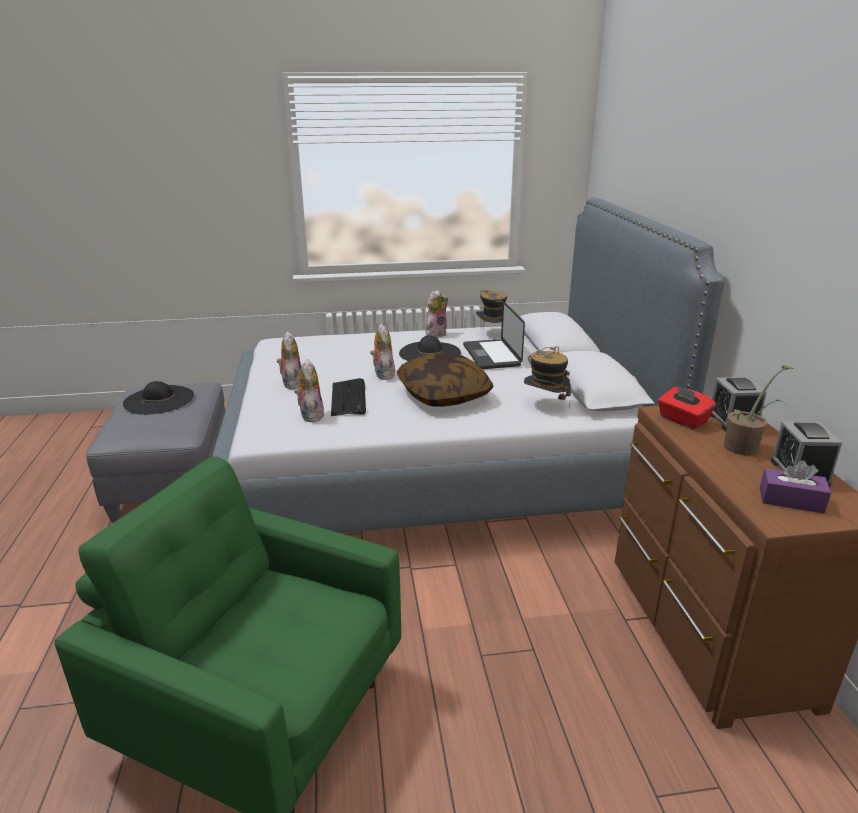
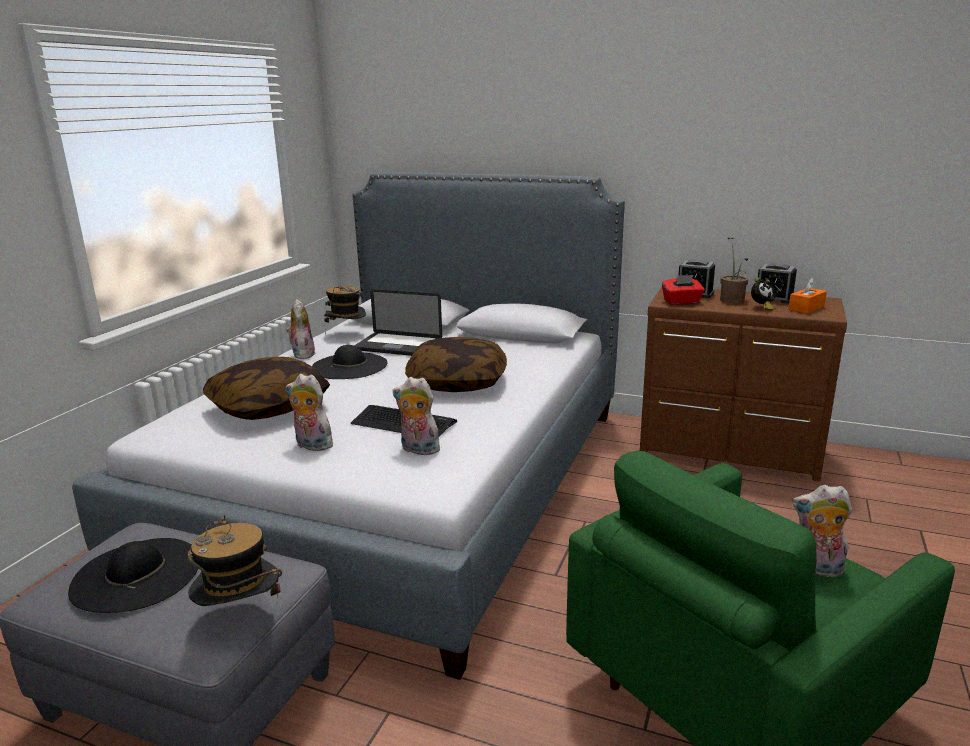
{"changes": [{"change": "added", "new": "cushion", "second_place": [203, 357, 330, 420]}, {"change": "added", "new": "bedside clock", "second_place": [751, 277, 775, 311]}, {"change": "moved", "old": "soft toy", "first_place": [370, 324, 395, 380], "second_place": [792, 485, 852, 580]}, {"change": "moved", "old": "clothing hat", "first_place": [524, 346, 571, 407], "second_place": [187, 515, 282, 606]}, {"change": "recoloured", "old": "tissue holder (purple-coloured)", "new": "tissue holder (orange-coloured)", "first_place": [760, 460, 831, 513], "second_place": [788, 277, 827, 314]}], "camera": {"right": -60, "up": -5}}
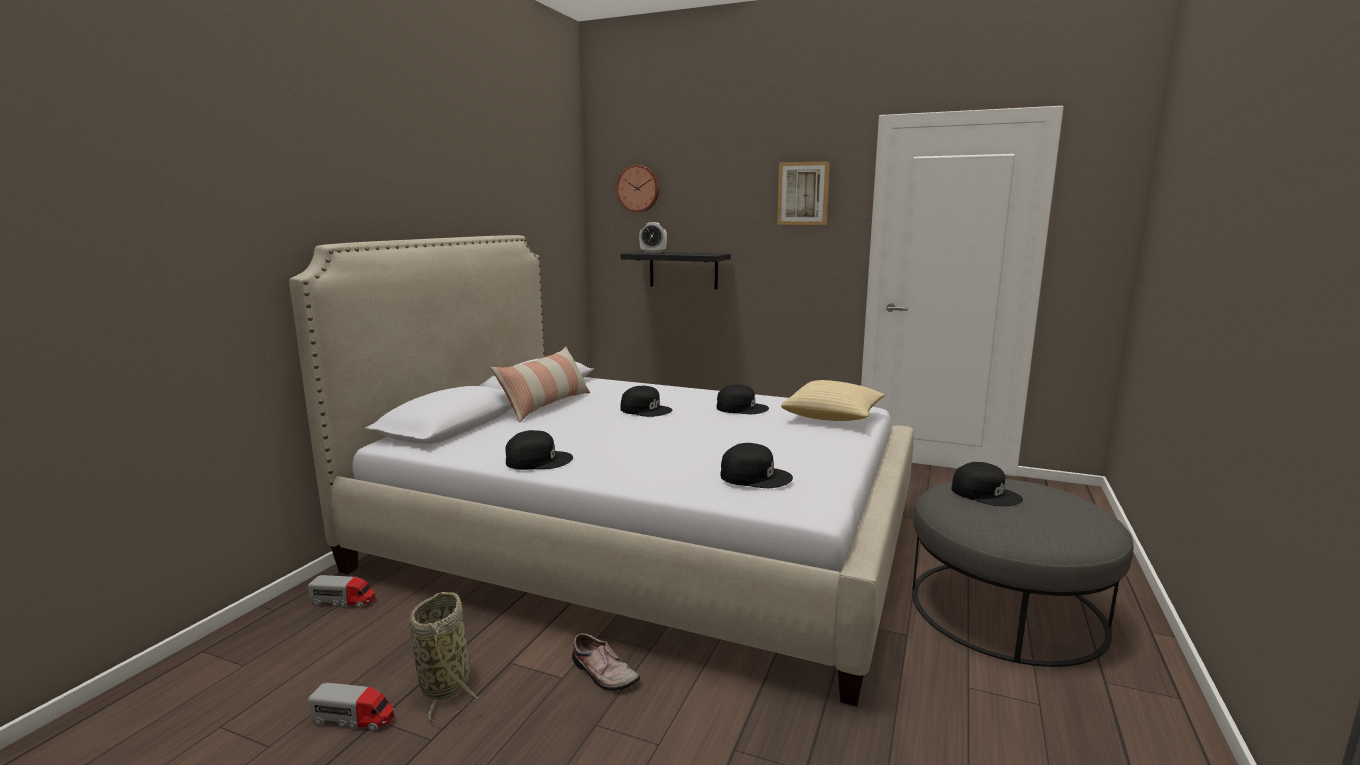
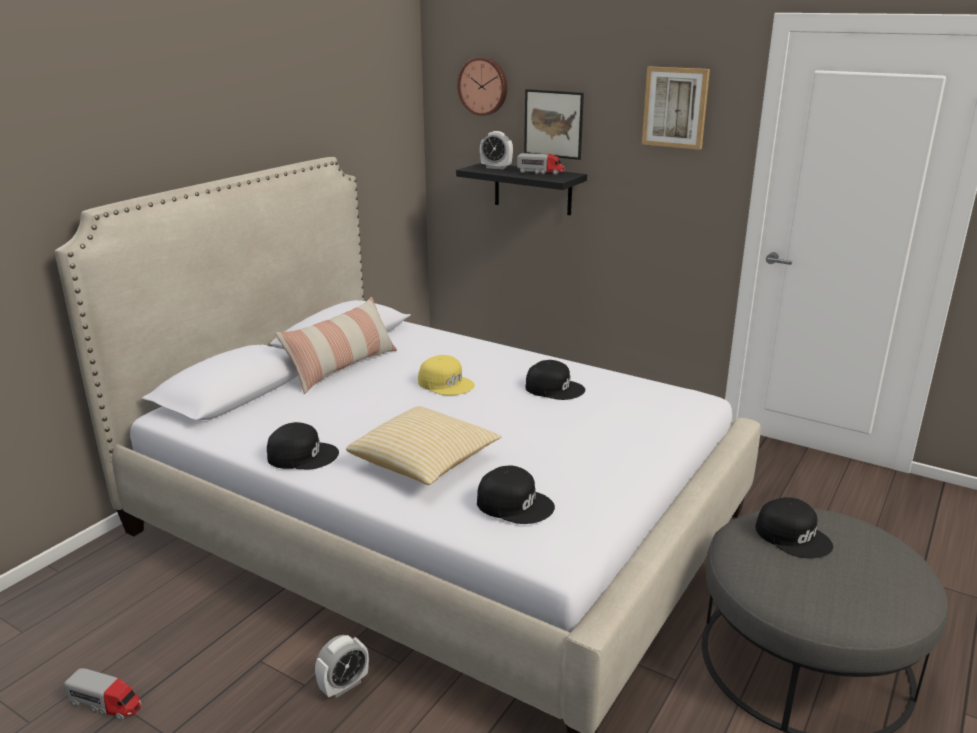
{"changes": [{"change": "removed", "old": "storage basket", "first_place": [409, 592, 479, 722]}, {"change": "added", "new": "picture", "second_place": [524, 89, 584, 160]}, {"change": "moved", "old": "model truck", "first_place": [308, 575, 376, 608], "second_place": [517, 153, 564, 175]}, {"change": "moved", "old": "cushion", "first_place": [781, 380, 885, 421], "second_place": [346, 406, 501, 485]}, {"change": "replaced", "old": "low shoe", "new": "bedside clock", "first_place": [572, 633, 640, 691], "second_place": [315, 635, 369, 698]}, {"change": "recoloured", "old": "baseball cap (black-coloured)", "new": "baseball cap (yellow-coloured)", "first_place": [620, 386, 672, 417], "second_place": [418, 355, 475, 396]}], "camera": {"right": 10, "up": 10}}
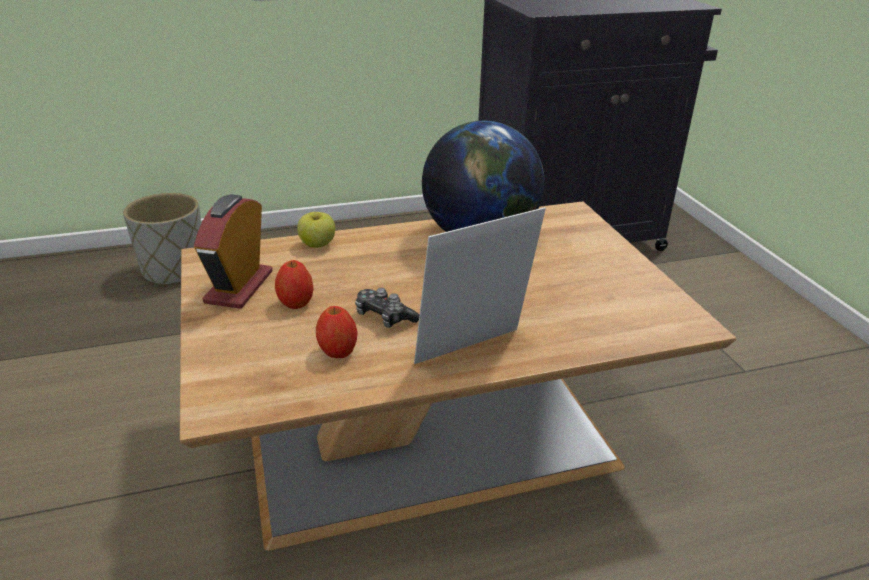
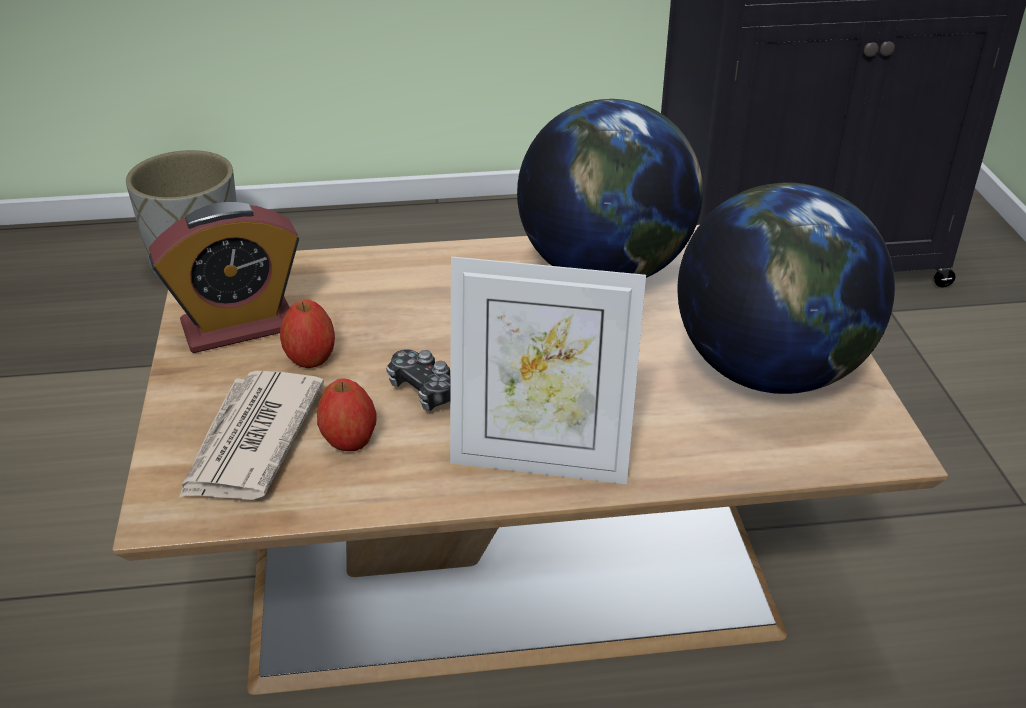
{"changes": [{"change": "removed", "old": "apple", "first_place": [297, 212, 335, 248]}, {"change": "added", "new": "daily paper", "second_place": [178, 371, 324, 500]}, {"change": "added", "new": "world globe", "second_place": [677, 183, 895, 394]}, {"change": "turned", "old": "bedside clock", "first_place": [194, 194, 273, 309], "second_place": [149, 202, 299, 353], "degrees": -135}, {"change": "turned", "old": "picture frame", "first_place": [414, 207, 546, 364], "second_place": [450, 256, 646, 484], "degrees": -150}], "camera": {"right": 10, "up": 5}}
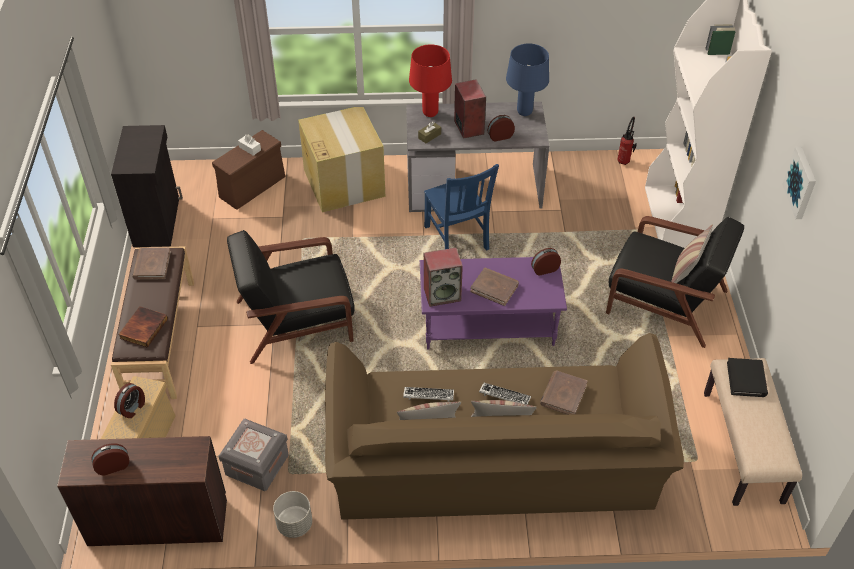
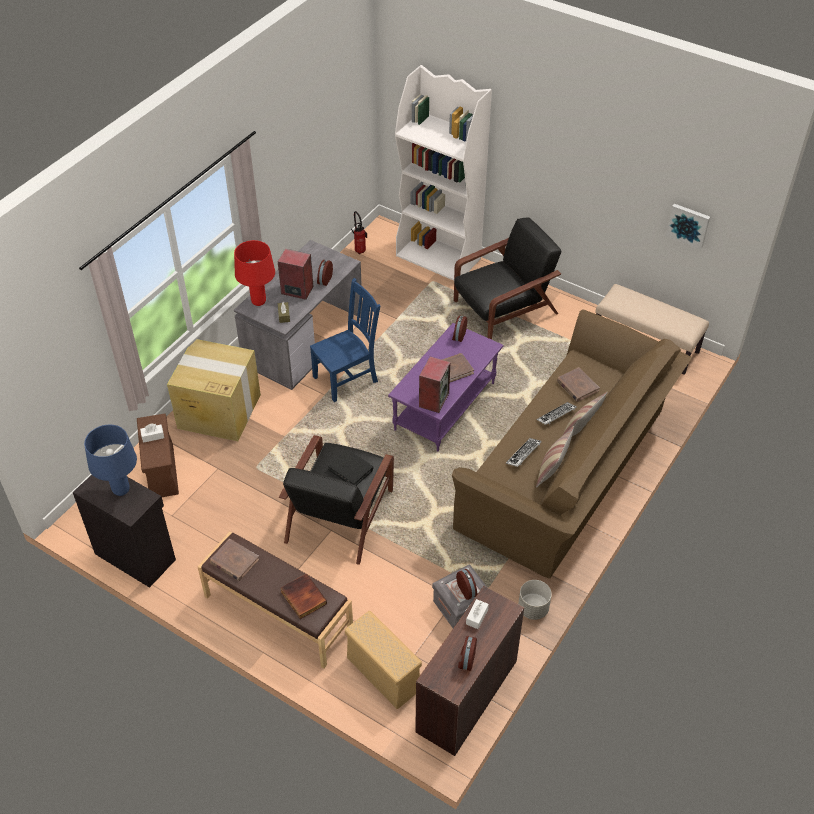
{"changes": [{"change": "removed", "old": "cushion", "first_place": [671, 224, 713, 283]}, {"change": "added", "new": "tissue holder (white)", "second_place": [466, 599, 489, 629]}, {"change": "moved", "old": "bedside clock", "first_place": [114, 383, 145, 418], "second_place": [456, 569, 478, 600]}, {"change": "moved", "old": "table lamp (blue)", "first_place": [506, 44, 549, 116], "second_place": [84, 425, 137, 496]}, {"change": "moved", "old": "bound book (black-coloured)", "first_place": [727, 358, 768, 397], "second_place": [328, 449, 373, 486]}, {"change": "moved", "old": "picture", "first_place": [782, 146, 816, 219], "second_place": [666, 204, 710, 249]}, {"change": "turned", "old": "upright chair (blue)", "first_place": [424, 164, 499, 250], "second_place": [310, 278, 380, 402], "degrees": -45}], "camera": {"right": -55, "up": 0}}
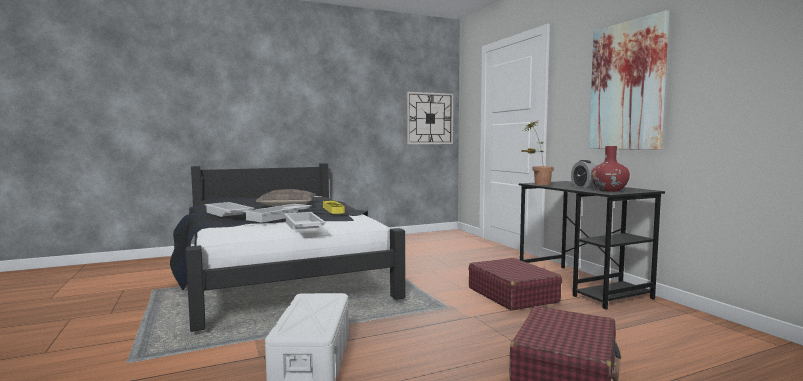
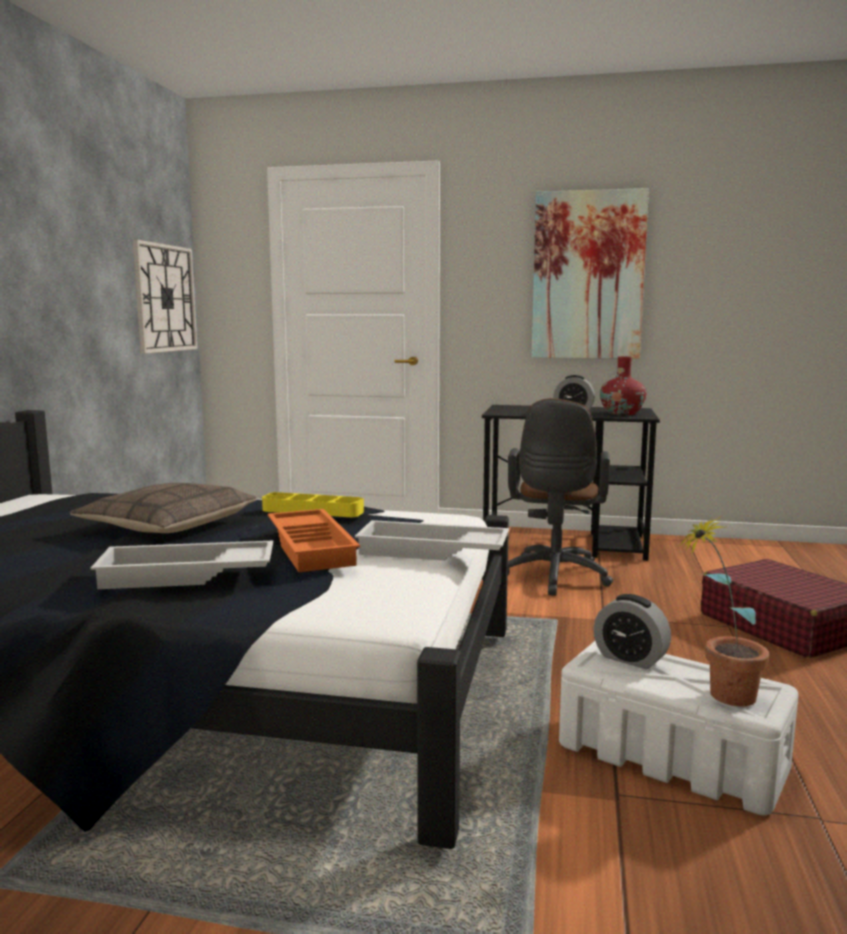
{"changes": [{"change": "added", "new": "bedside clock", "second_place": [593, 594, 671, 669]}, {"change": "moved", "old": "houseplant", "first_place": [526, 121, 554, 185], "second_place": [677, 516, 769, 706]}, {"change": "replaced", "old": "suitcase (reddish)", "new": "computer chair (brown-coloured)", "first_place": [468, 258, 562, 311], "second_place": [508, 398, 613, 596]}, {"change": "recoloured", "old": "carrying tray (white)", "new": "carrying tray (orange-coloured)", "first_place": [244, 204, 312, 223], "second_place": [268, 509, 360, 572]}], "camera": {"right": -55, "up": 5}}
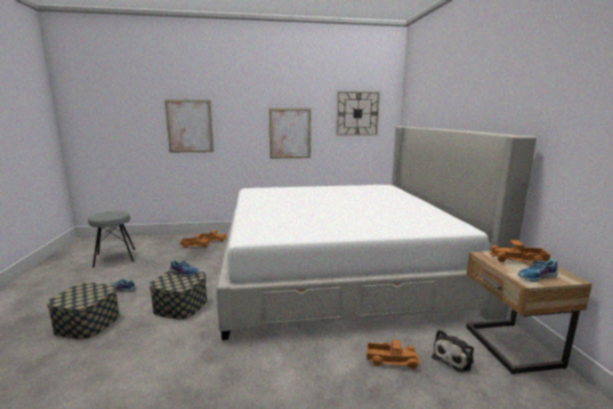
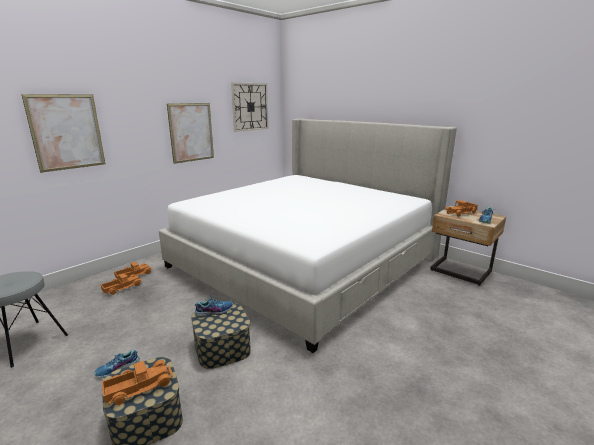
{"changes": [{"change": "removed", "old": "soft toy", "first_place": [432, 329, 474, 373]}, {"change": "moved", "old": "model truck", "first_place": [367, 340, 420, 369], "second_place": [102, 360, 173, 405]}], "camera": {"right": -40, "up": 5}}
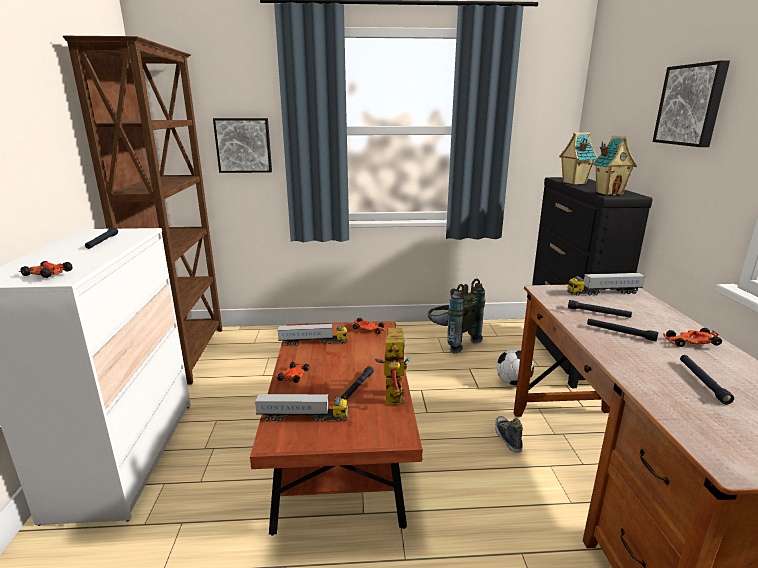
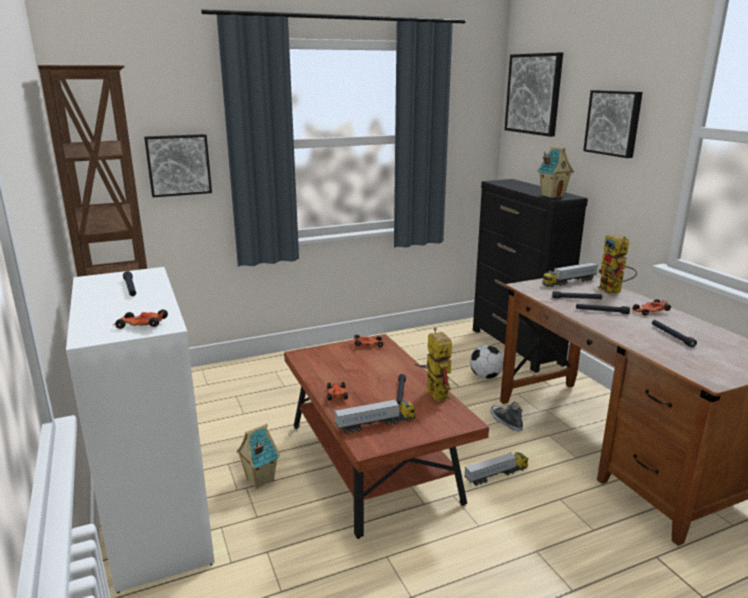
{"changes": [{"change": "removed", "old": "backpack (gray)", "first_place": [428, 278, 485, 354]}, {"change": "added", "new": "picture", "second_place": [505, 52, 563, 137]}, {"change": "added", "new": "toy robot", "second_place": [597, 235, 637, 294]}, {"change": "moved", "old": "model truck", "first_place": [277, 324, 348, 346], "second_place": [464, 452, 528, 486]}, {"change": "moved", "old": "model house", "first_place": [559, 132, 597, 185], "second_place": [236, 424, 280, 489]}], "camera": {"right": -20, "up": 0}}
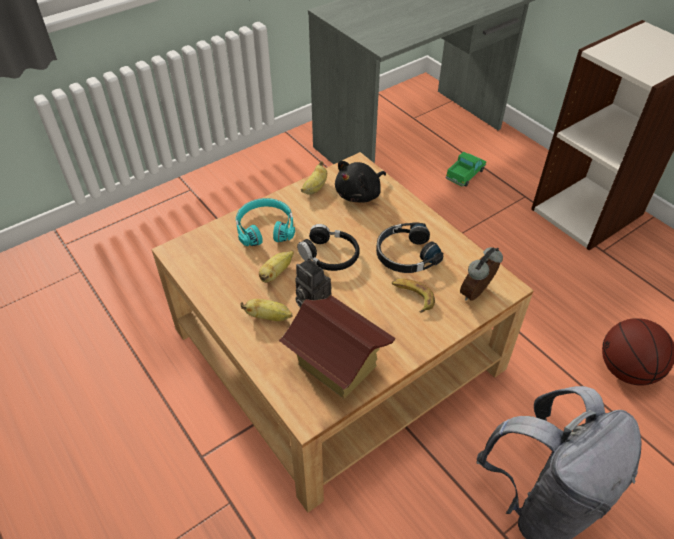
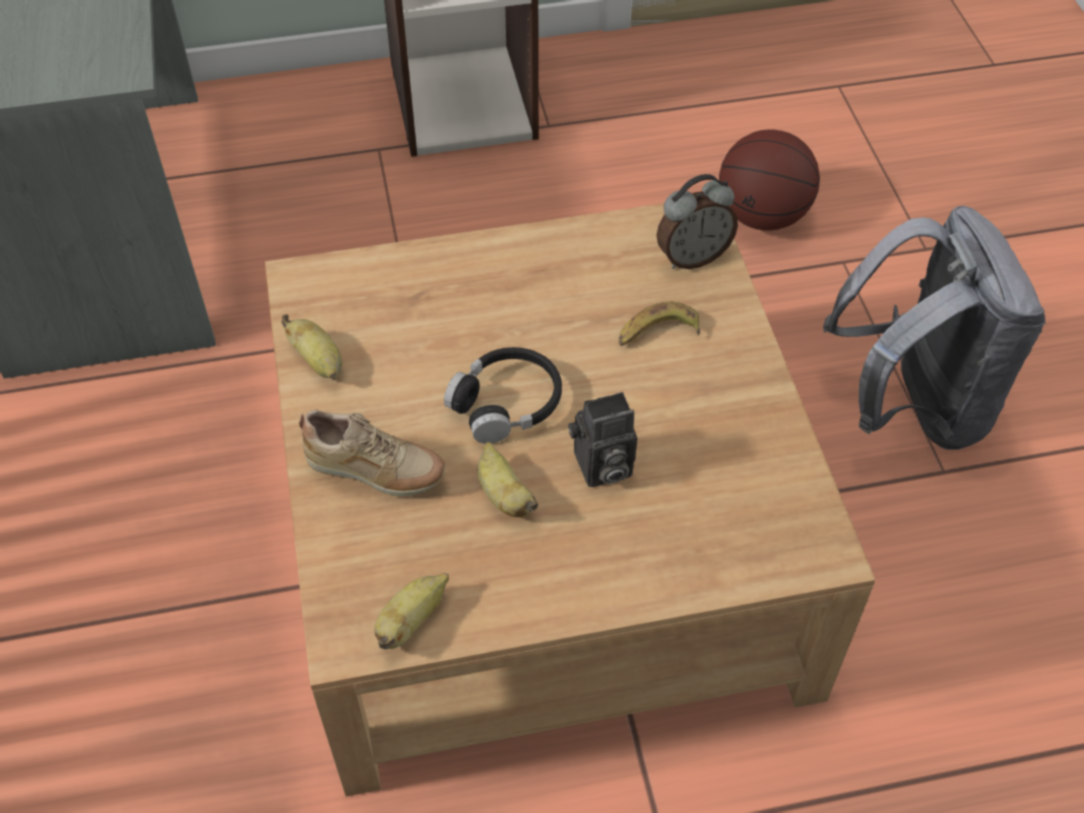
{"changes": [{"change": "removed", "old": "model house", "first_place": [278, 295, 396, 399]}, {"change": "removed", "old": "soft toy (black-coloured)", "first_place": [335, 161, 386, 203]}, {"change": "removed", "old": "pair of headphones (black-coloured)", "first_place": [376, 222, 443, 273]}, {"change": "removed", "old": "model truck", "first_place": [446, 151, 487, 187]}, {"change": "moved", "old": "banana", "first_place": [241, 299, 292, 321], "second_place": [374, 573, 449, 649]}, {"change": "replaced", "old": "pair of headphones (turquoise)", "new": "low shoe (beige)", "first_place": [236, 198, 295, 246], "second_place": [299, 409, 446, 497]}, {"change": "turned", "old": "bedside clock", "first_place": [460, 247, 503, 301], "second_place": [657, 174, 738, 269], "degrees": -90}], "camera": {"right": -65, "up": 5}}
